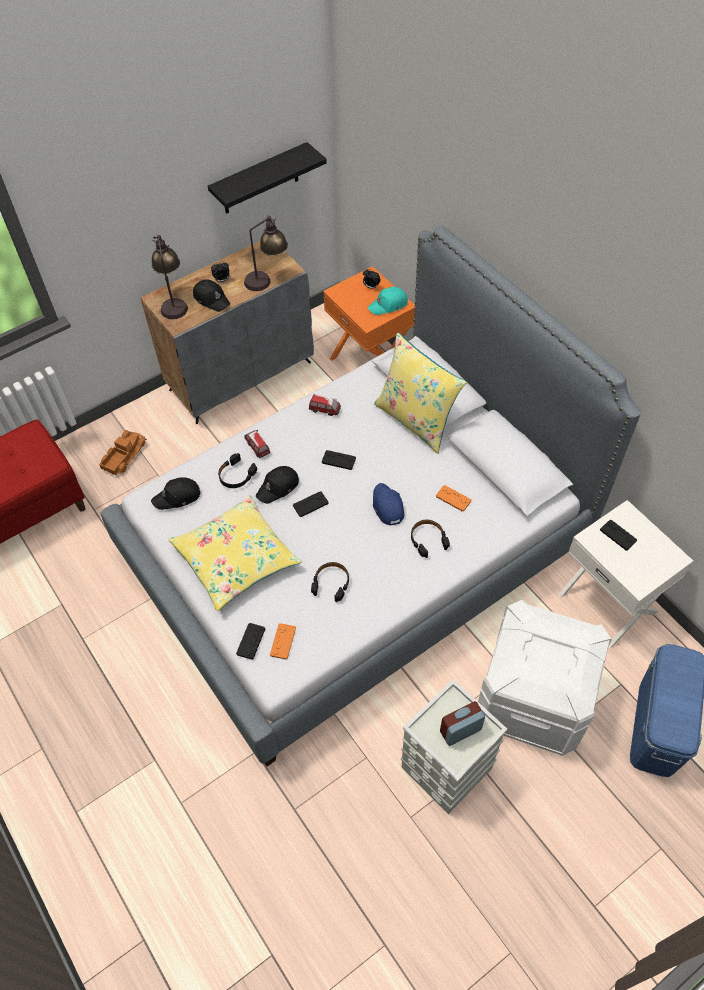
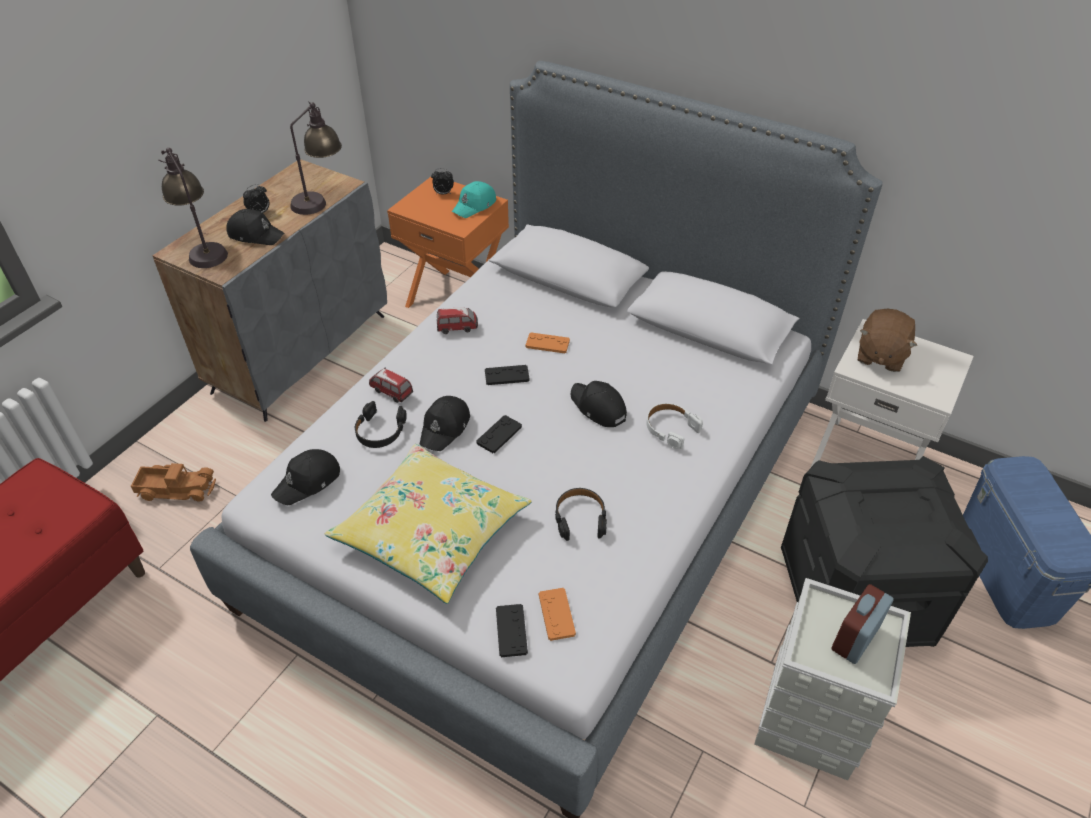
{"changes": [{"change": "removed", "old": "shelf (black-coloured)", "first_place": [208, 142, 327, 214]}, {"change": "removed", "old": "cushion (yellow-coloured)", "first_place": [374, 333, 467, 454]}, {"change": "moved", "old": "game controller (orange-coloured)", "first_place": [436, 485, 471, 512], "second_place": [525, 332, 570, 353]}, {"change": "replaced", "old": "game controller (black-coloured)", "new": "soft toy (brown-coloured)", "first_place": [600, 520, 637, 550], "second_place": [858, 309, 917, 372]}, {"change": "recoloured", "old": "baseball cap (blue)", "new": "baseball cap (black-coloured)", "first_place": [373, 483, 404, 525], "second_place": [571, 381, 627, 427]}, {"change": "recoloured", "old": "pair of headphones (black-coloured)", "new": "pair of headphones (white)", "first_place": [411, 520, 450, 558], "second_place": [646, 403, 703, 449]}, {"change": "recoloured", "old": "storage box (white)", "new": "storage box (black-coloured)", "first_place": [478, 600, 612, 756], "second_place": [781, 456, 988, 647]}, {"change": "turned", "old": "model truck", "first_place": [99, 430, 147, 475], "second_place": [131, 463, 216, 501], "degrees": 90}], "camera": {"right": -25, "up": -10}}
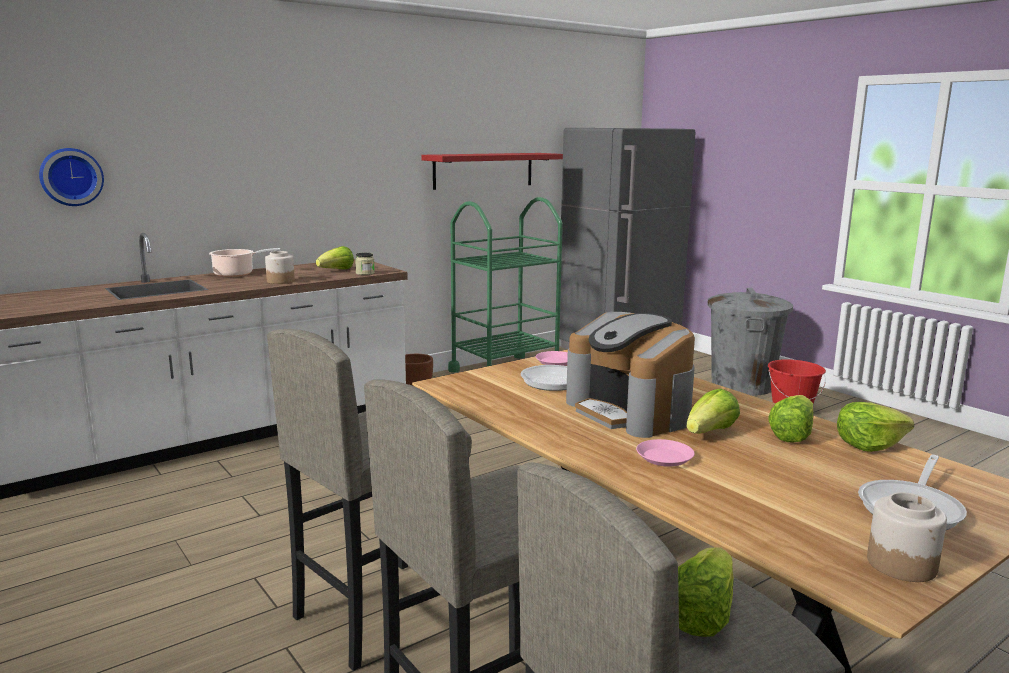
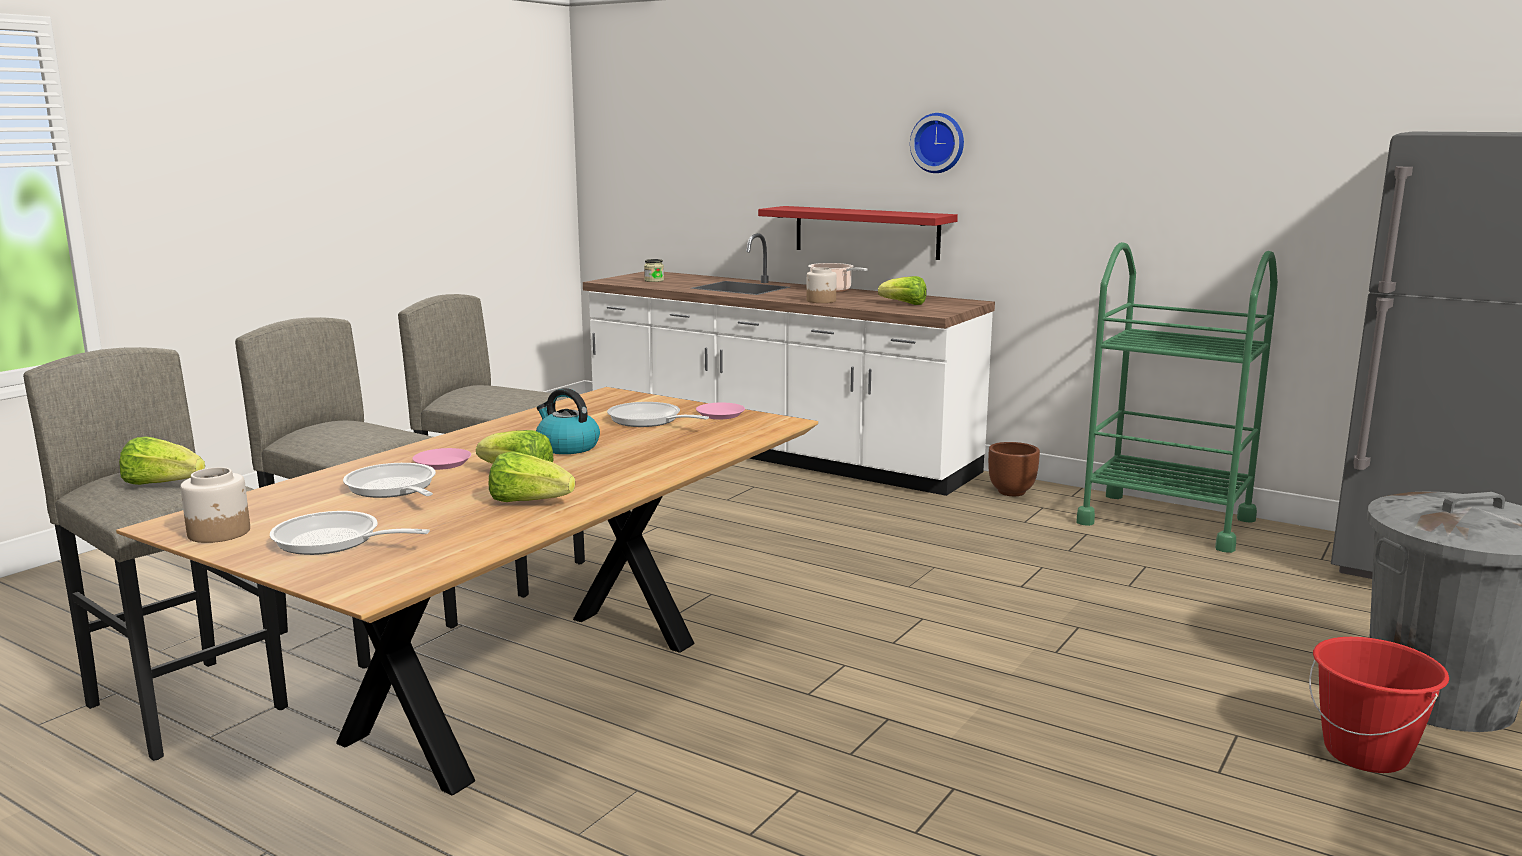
{"changes": [{"change": "removed", "old": "lettuce head", "first_place": [837, 402, 914, 452]}, {"change": "added", "new": "frying pan", "second_place": [343, 463, 436, 498]}, {"change": "moved", "old": "clock on the wall", "first_place": [39, 148, 104, 206], "second_place": [910, 113, 964, 173]}, {"change": "moved", "old": "preserve jar", "first_place": [355, 253, 375, 275], "second_place": [644, 259, 664, 282]}, {"change": "moved", "old": "shelf (reddish)", "first_place": [421, 153, 563, 190], "second_place": [758, 206, 958, 260]}, {"change": "replaced", "old": "coffee machine", "new": "water kettle", "first_place": [566, 312, 695, 438], "second_place": [536, 388, 600, 454]}], "camera": {"right": 70, "up": 0}}
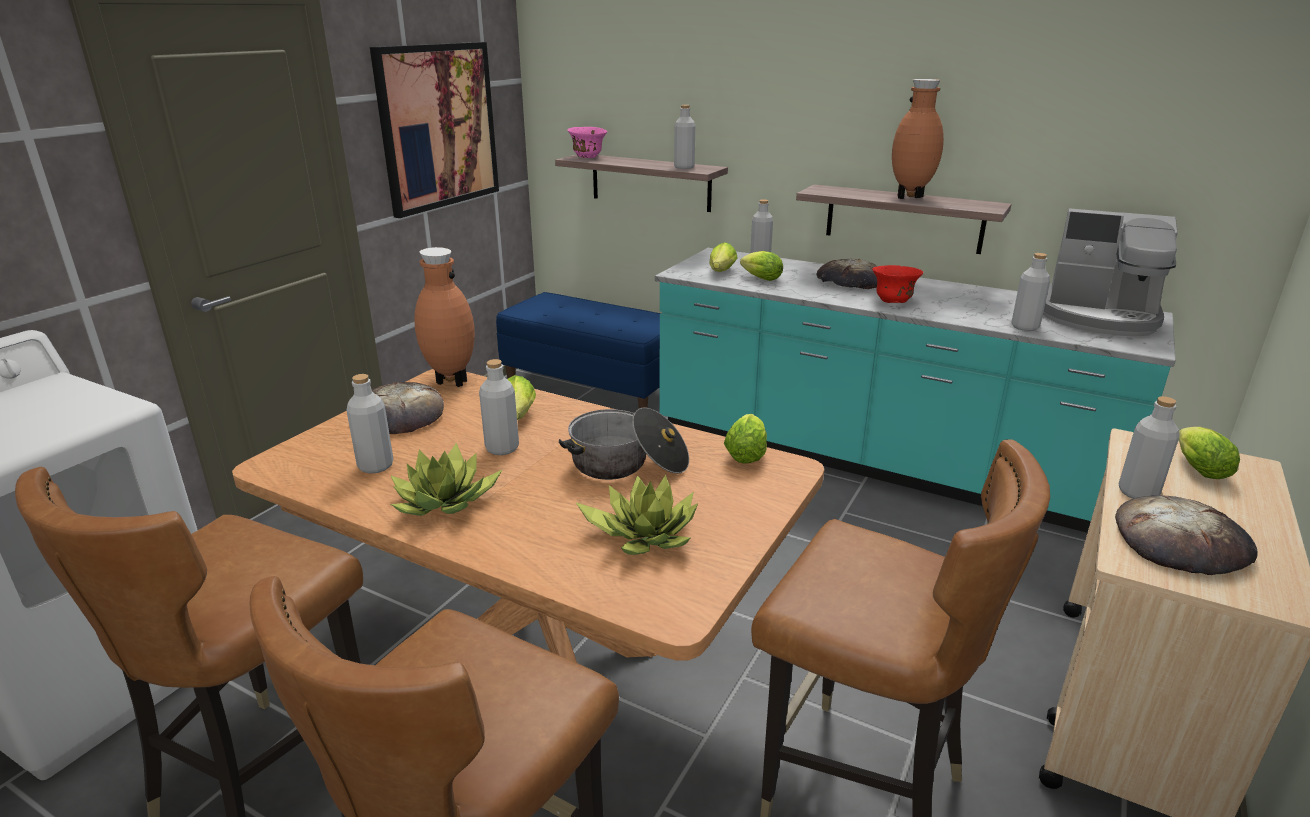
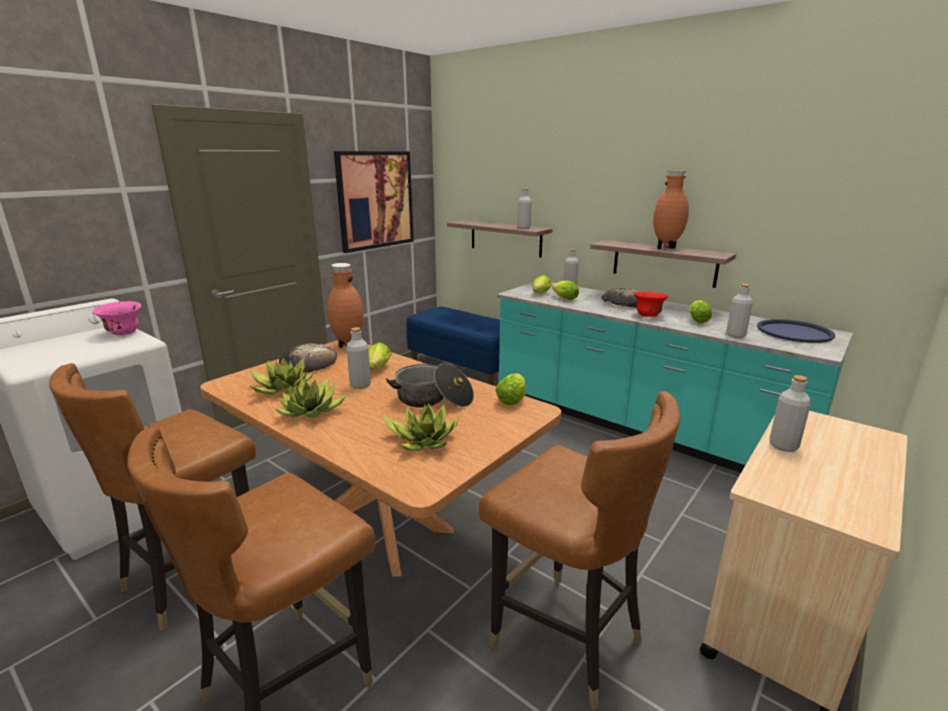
{"changes": [{"change": "removed", "old": "bread", "first_place": [1115, 495, 1257, 575]}, {"change": "moved", "old": "serving bowl (pink-coloured)", "first_place": [568, 127, 607, 158], "second_place": [92, 301, 141, 335]}, {"change": "moved", "old": "lettuce head", "first_place": [1179, 427, 1240, 479], "second_place": [689, 300, 712, 323]}, {"change": "replaced", "old": "bottle (gray)", "new": "houseplant", "first_place": [346, 374, 393, 474], "second_place": [250, 357, 315, 395]}, {"change": "replaced", "old": "coffee machine", "new": "carrying tray (blue)", "first_place": [1043, 208, 1178, 337], "second_place": [757, 319, 835, 343]}], "camera": {"right": 10, "up": -5}}
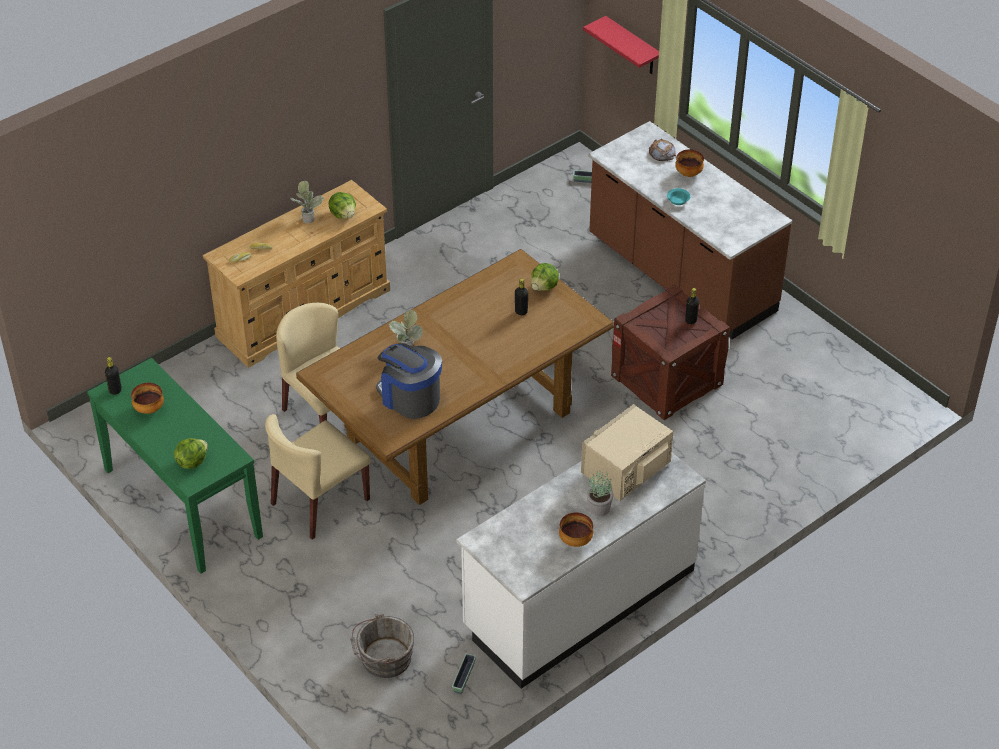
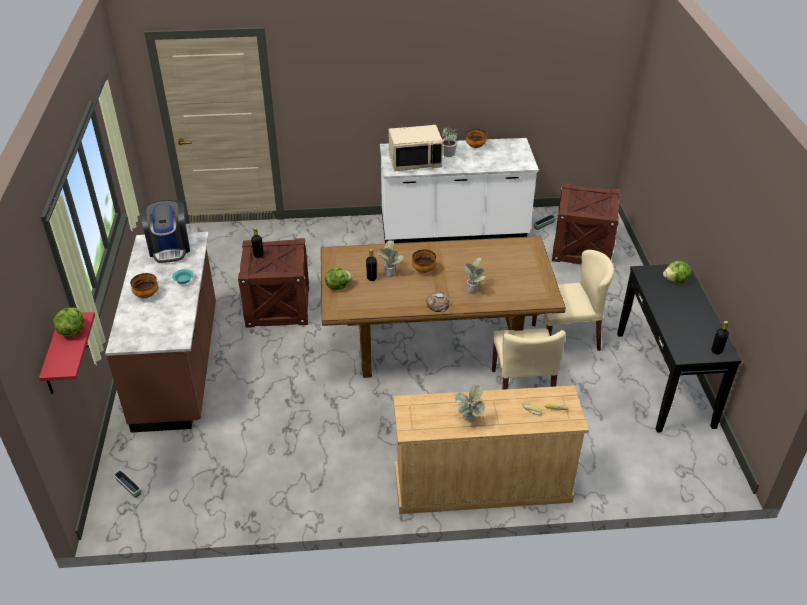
{"changes": [{"change": "added", "new": "houseplant", "second_place": [377, 240, 404, 277]}, {"change": "moved", "old": "serving bowl", "first_place": [131, 383, 164, 414], "second_place": [412, 249, 436, 273]}, {"change": "moved", "old": "lettuce head", "first_place": [329, 192, 356, 219], "second_place": [53, 308, 84, 337]}, {"change": "moved", "old": "coffee machine", "first_place": [376, 343, 442, 419], "second_place": [140, 200, 190, 263]}, {"change": "moved", "old": "bread", "first_place": [649, 139, 676, 161], "second_place": [426, 291, 450, 312]}, {"change": "replaced", "old": "pail (gray)", "new": "crate", "first_place": [350, 613, 414, 678], "second_place": [552, 183, 621, 265]}, {"change": "recoloured", "old": "narrow table (greenish)", "new": "narrow table (black-coloured)", "first_place": [87, 358, 263, 574], "second_place": [617, 263, 741, 433]}], "camera": {"right": -145, "up": -5}}
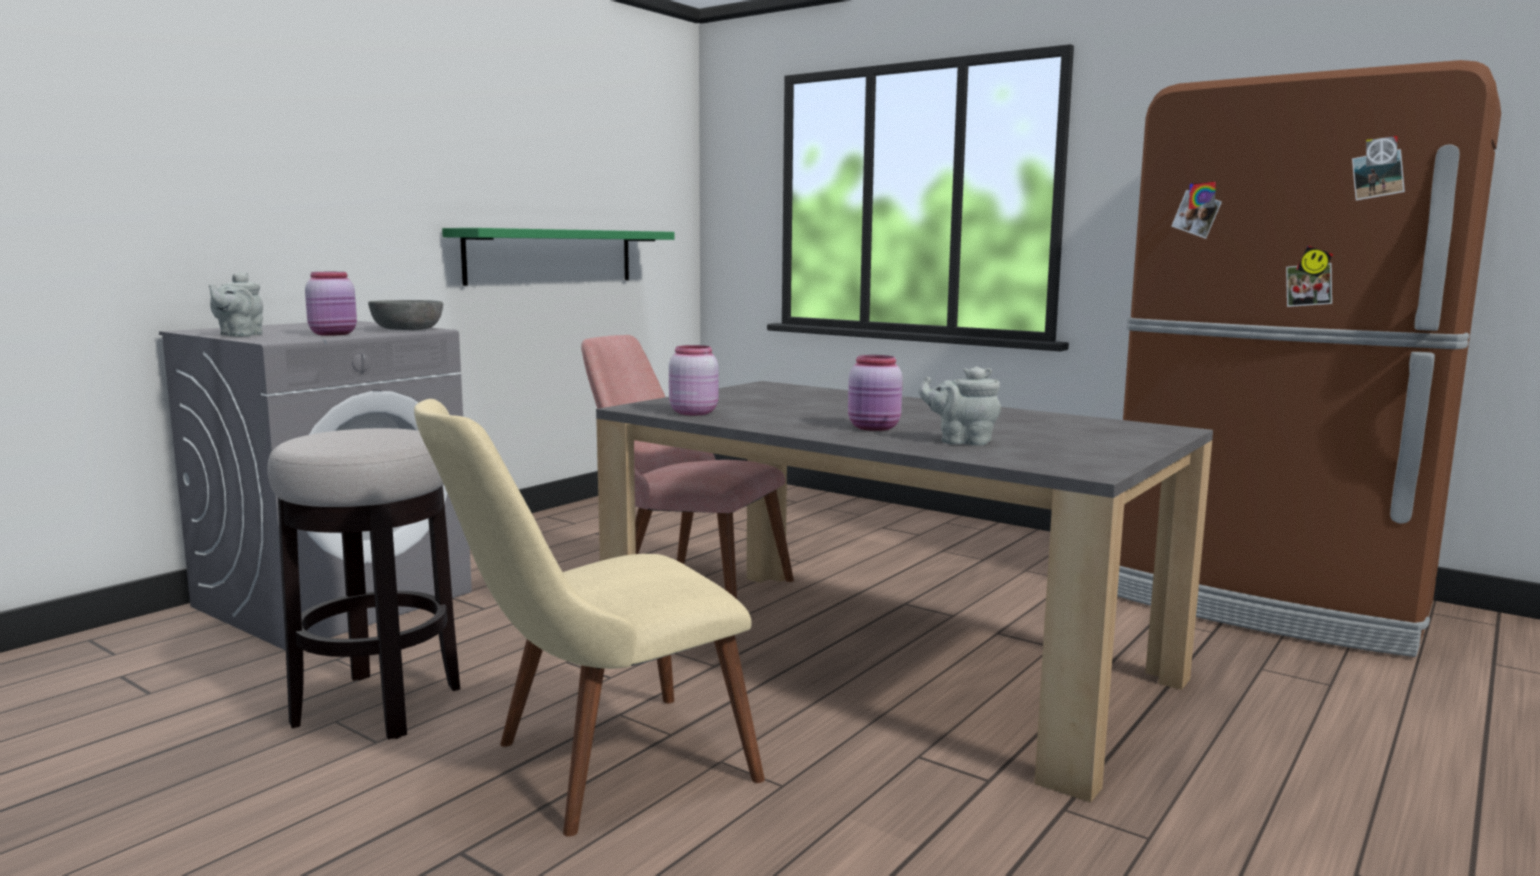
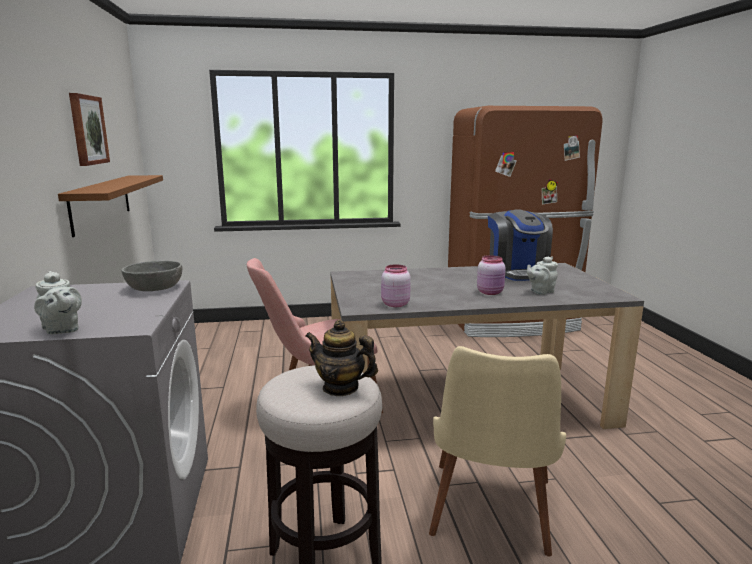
{"changes": [{"change": "removed", "old": "preserve jar (pink-coloured)", "first_place": [305, 272, 357, 336]}, {"change": "added", "new": "picture", "second_place": [69, 93, 110, 166]}, {"change": "added", "new": "pot for tea", "second_place": [305, 320, 378, 396]}, {"change": "added", "new": "coffee machine", "second_place": [488, 210, 553, 281]}, {"change": "recoloured", "old": "shelf (greenish)", "new": "shelf (brown-coloured)", "first_place": [442, 228, 675, 286], "second_place": [58, 175, 163, 237]}], "camera": {"right": -45, "up": 5}}
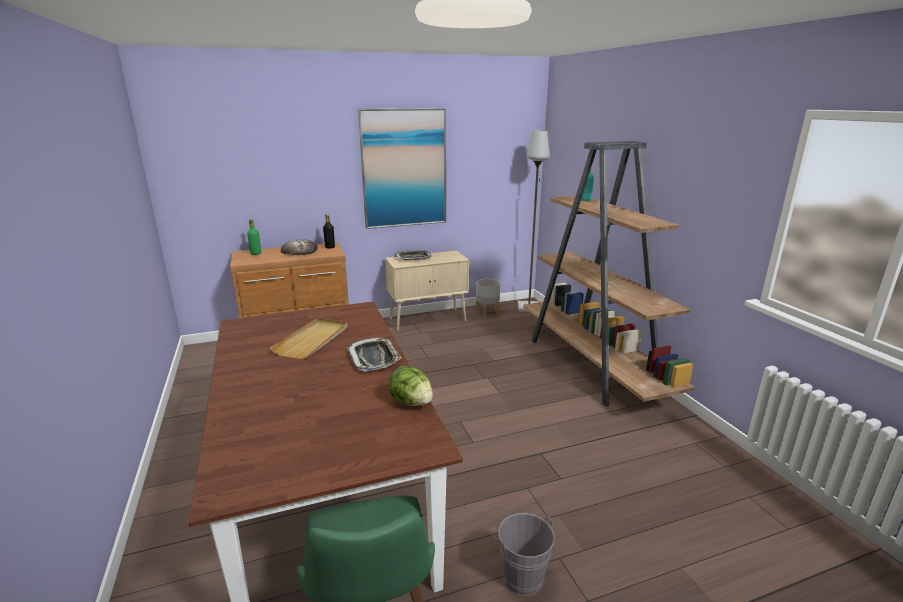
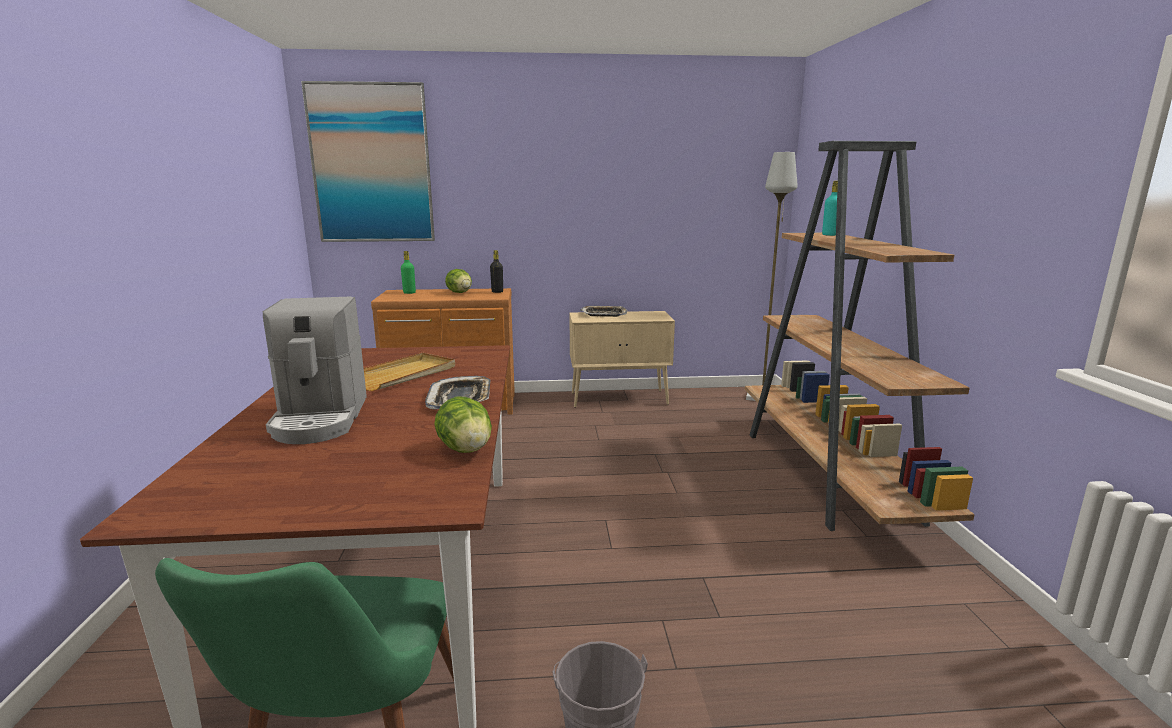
{"changes": [{"change": "removed", "old": "plant pot (gray)", "first_place": [476, 279, 500, 318]}, {"change": "added", "new": "coffee machine", "second_place": [263, 297, 367, 444]}, {"change": "moved", "old": "picture", "first_place": [358, 108, 446, 229], "second_place": [301, 81, 435, 242]}, {"change": "replaced", "old": "bread", "new": "lettuce head", "first_place": [281, 239, 318, 255], "second_place": [445, 269, 472, 293]}], "camera": {"right": 15, "up": -5}}
